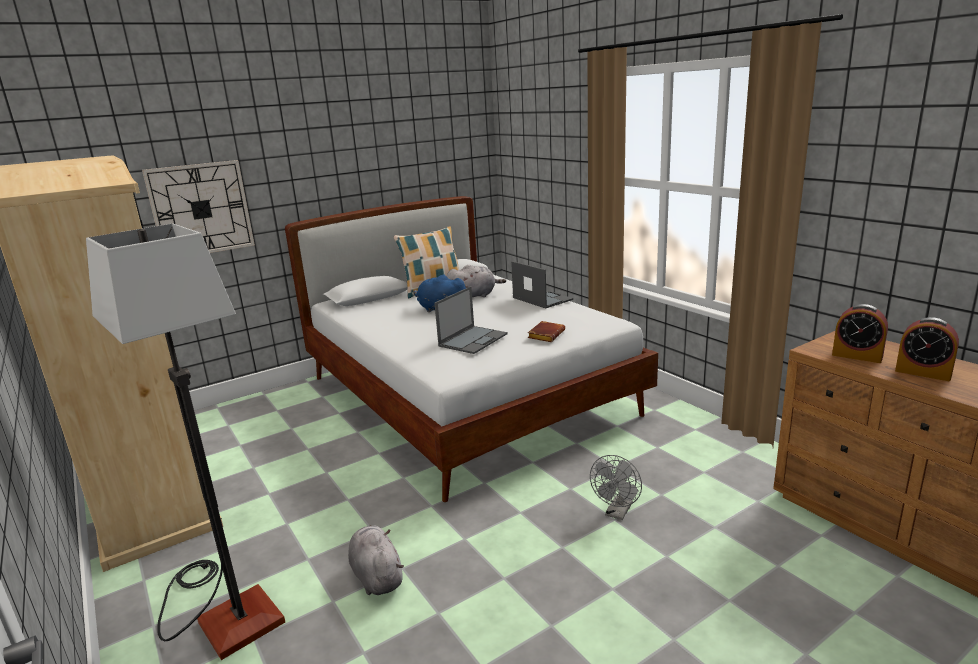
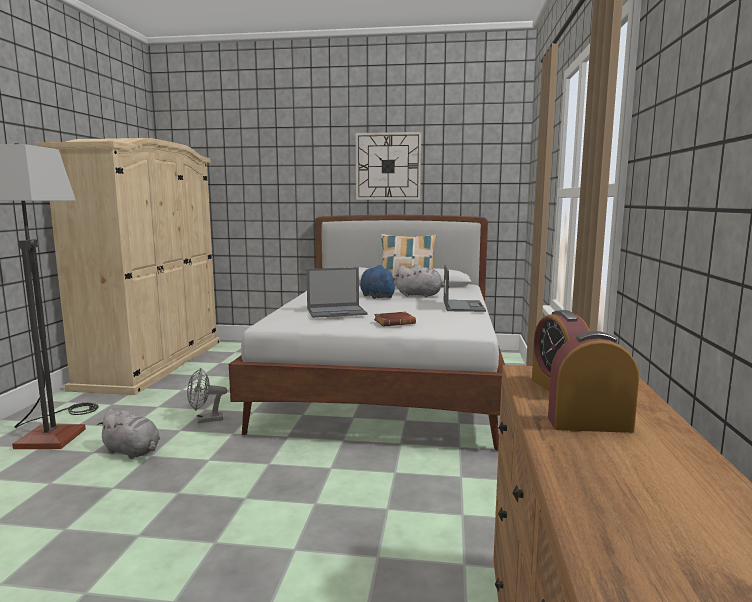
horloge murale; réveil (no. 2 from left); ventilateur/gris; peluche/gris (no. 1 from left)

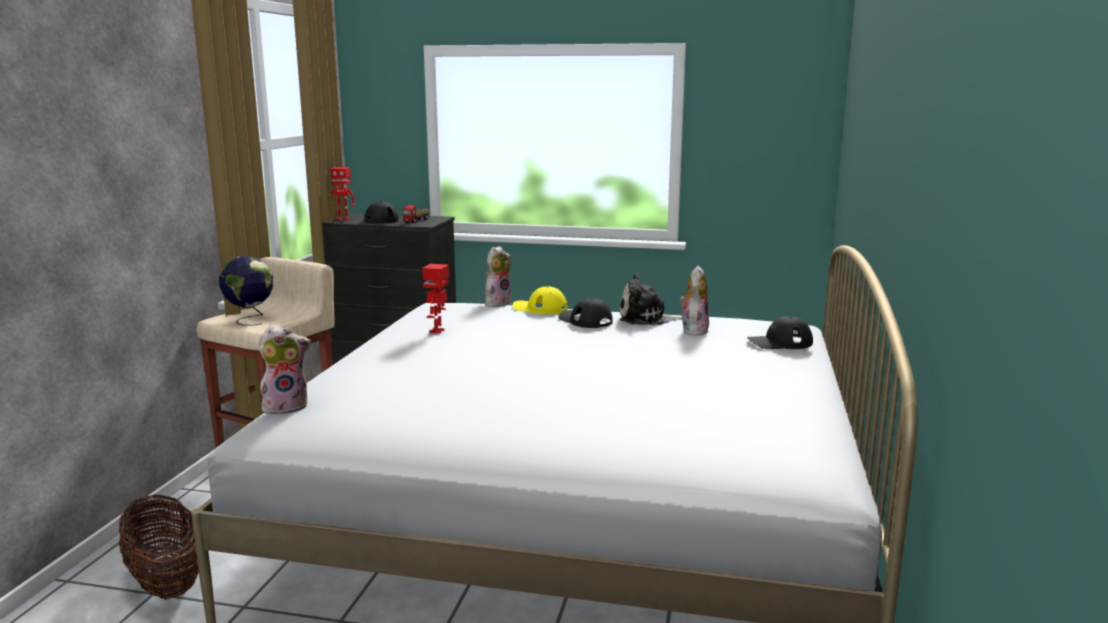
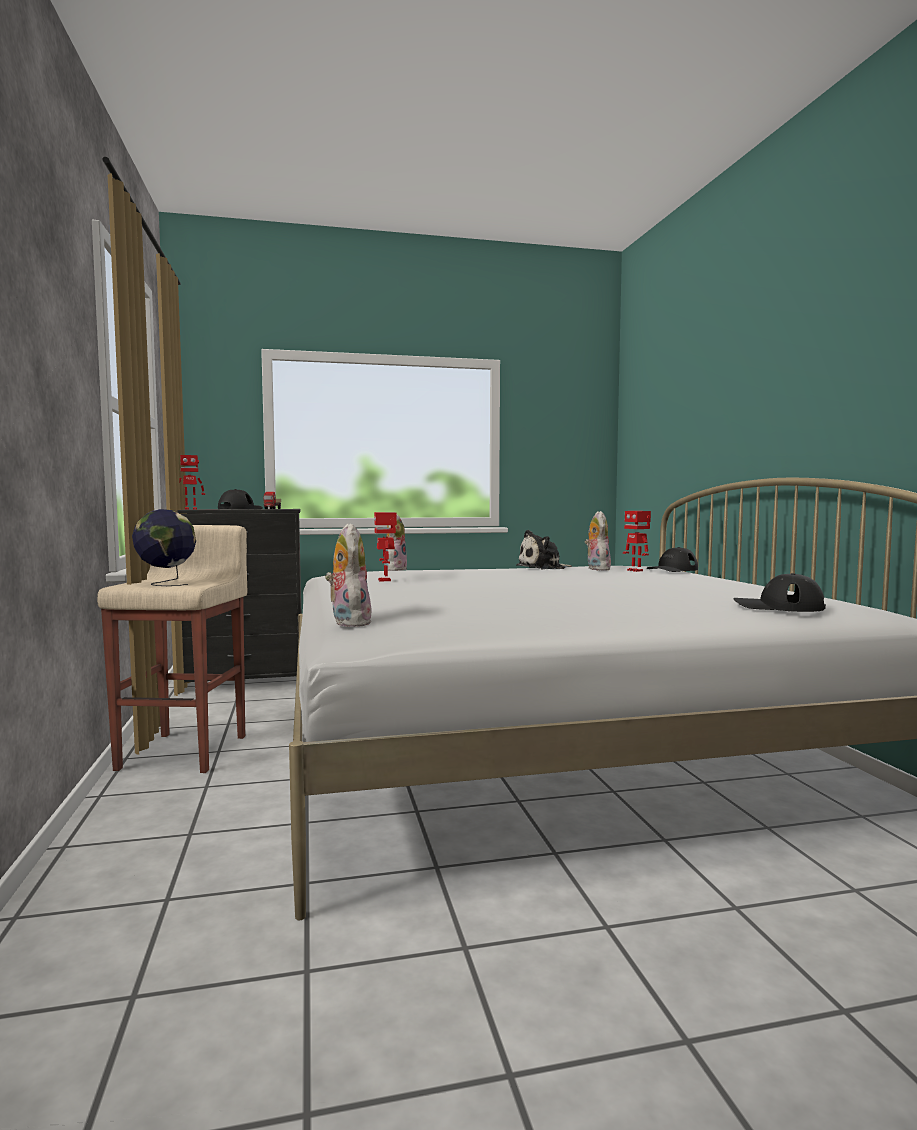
casquette/jaune; casquette/noir (no. 3 from left); peluche (no. 1 from left); panier; robot jouet (no. 3 from left)

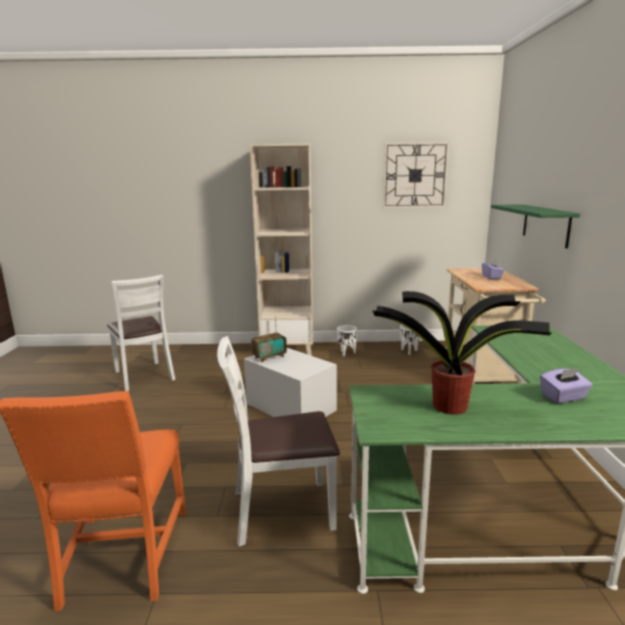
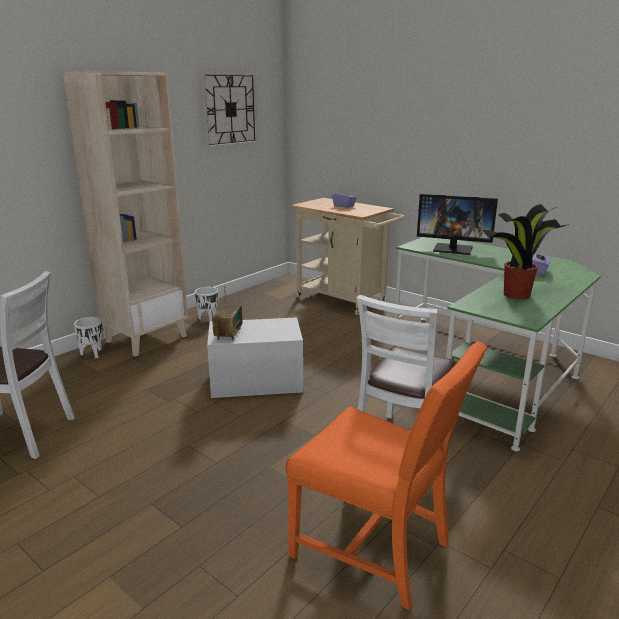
étagère/vert; cache-pot/blanc (no. 1 from left); écran d'ordinateur

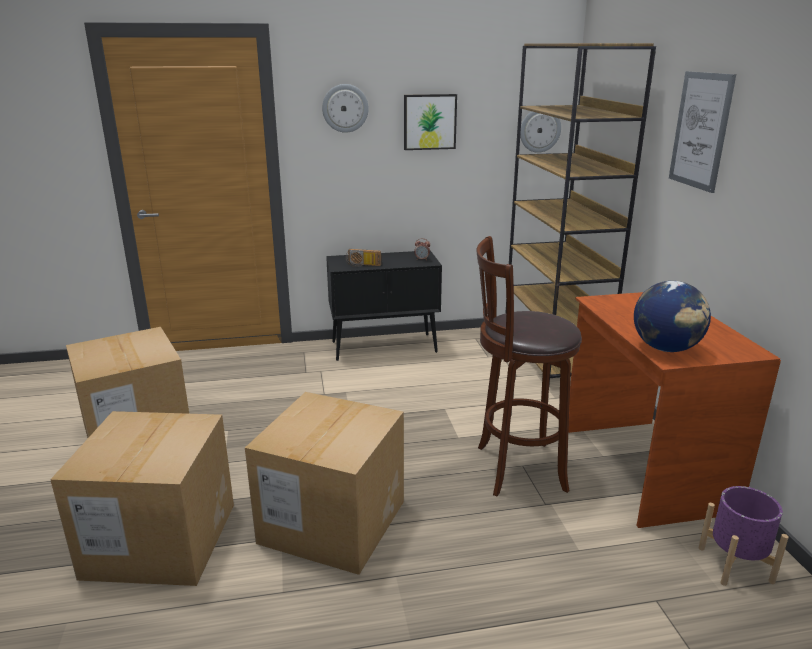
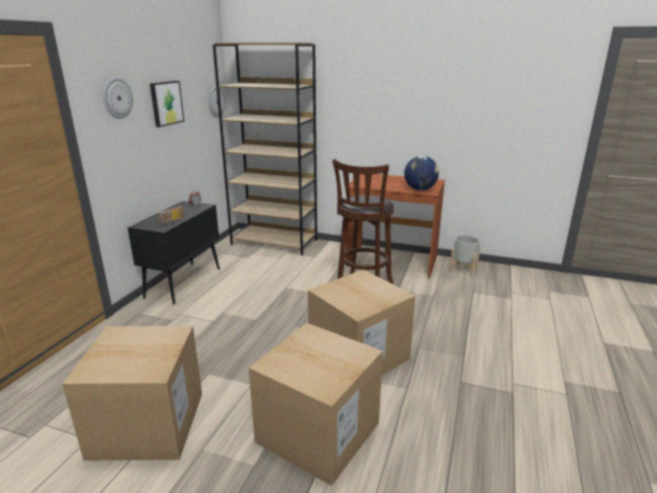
tableau (no. 2 from left in the first image); cache-pot/gris

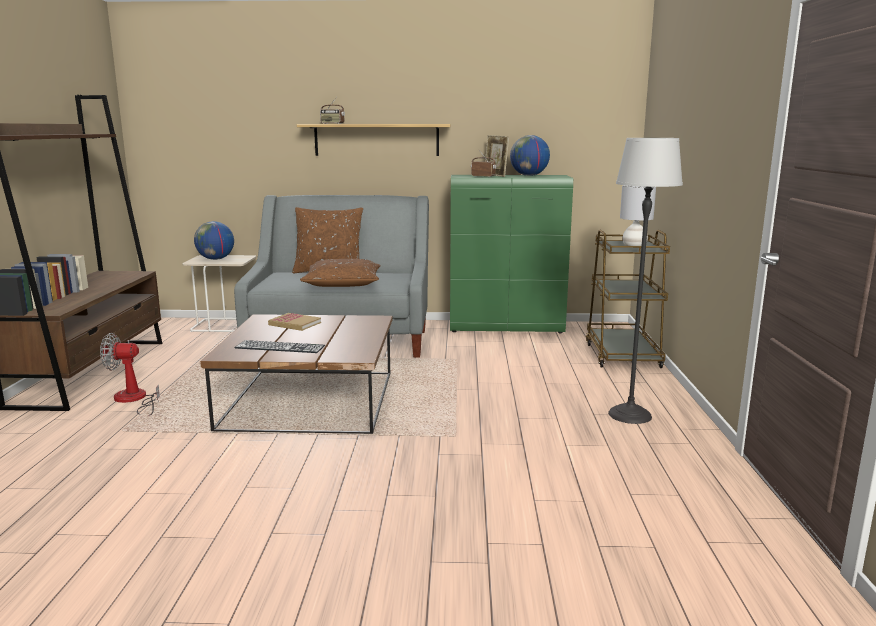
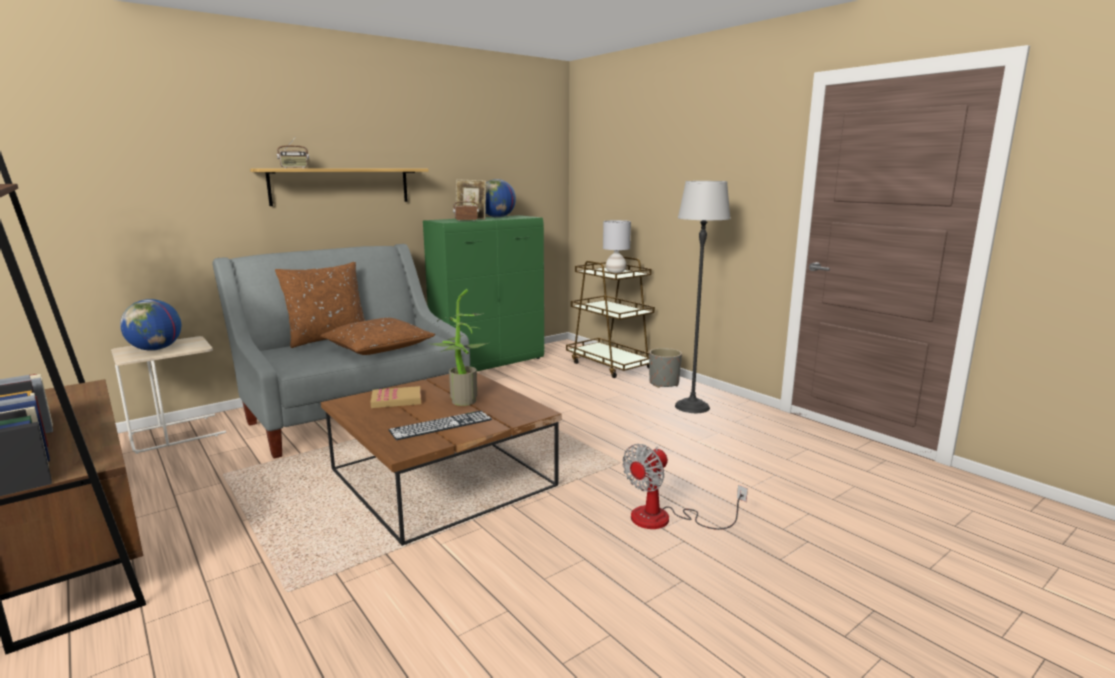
ventilateur; plante en pot; cache-pot/gris

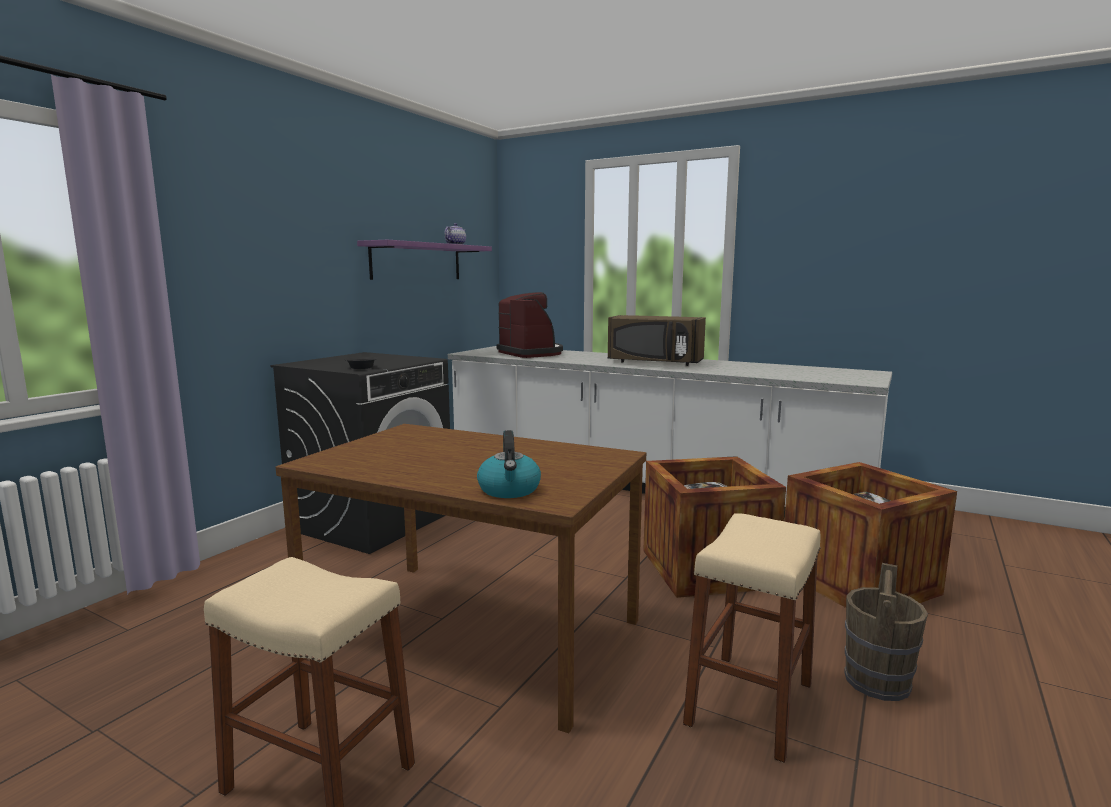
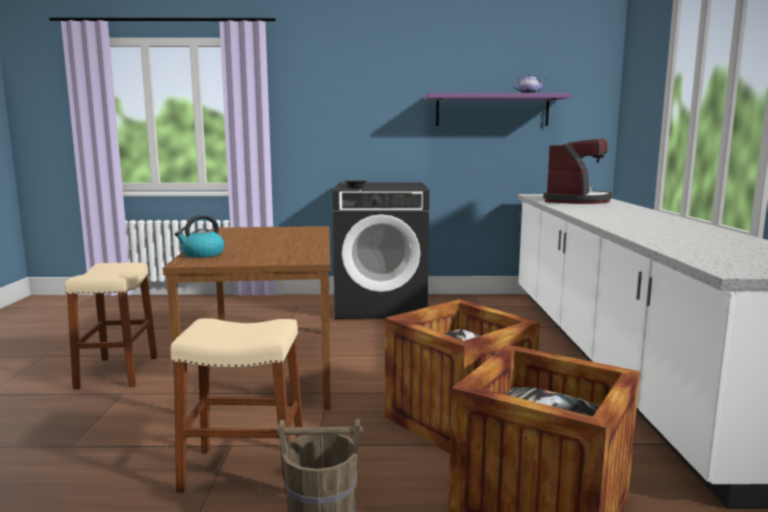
micro-ondes/marron

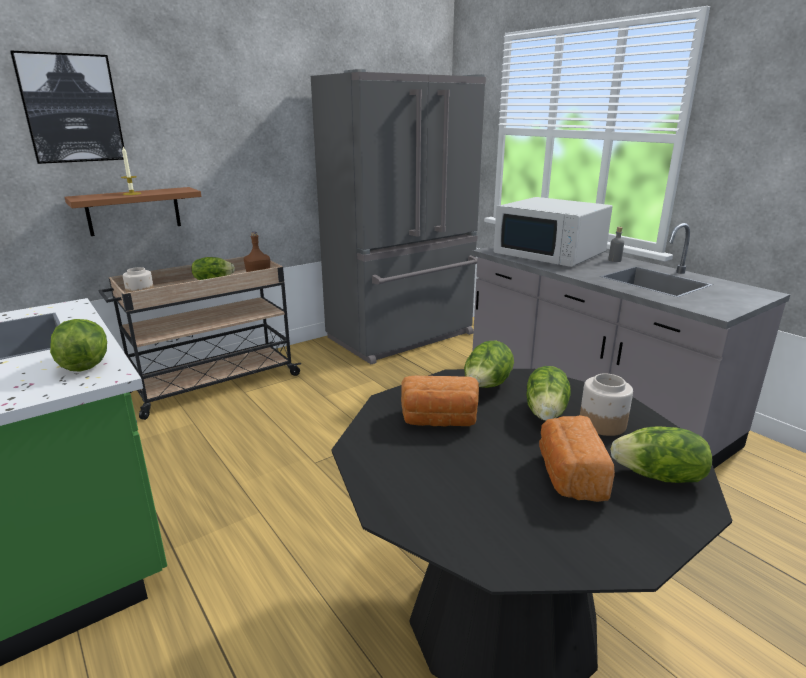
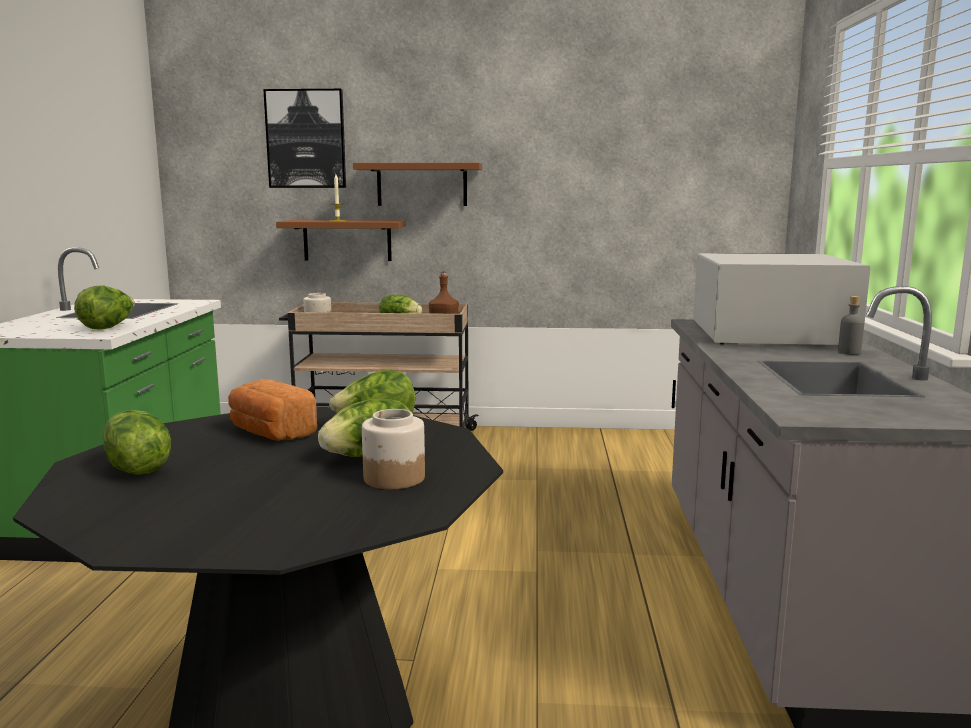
réfrigérateur/gris; micro-ondes/blanc; pain (no. 2 from left in the first image); laitue (no. 2 from left); étagère/marron (no. 2 from left)

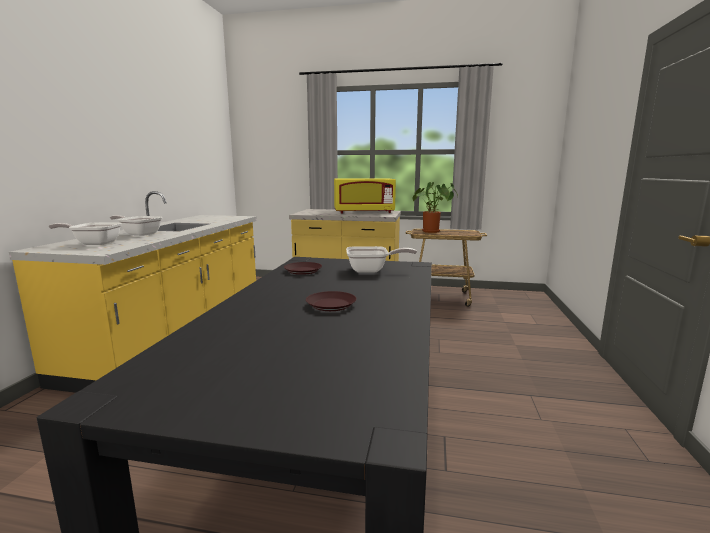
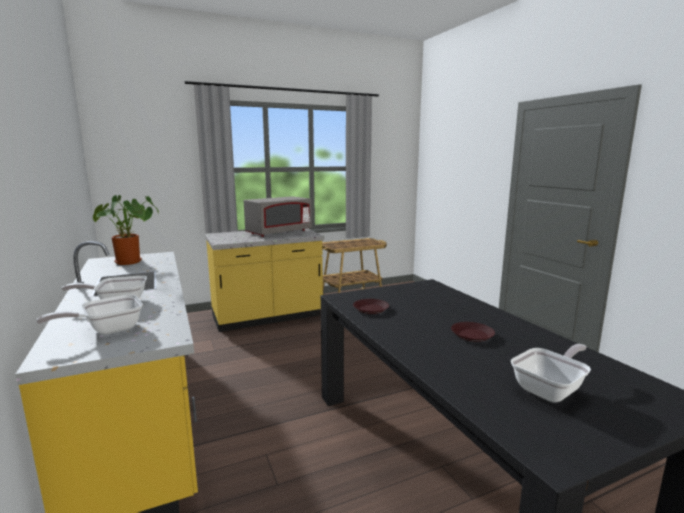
micro-ondes/gris; plante en pot; poêle (no. 3 from left)

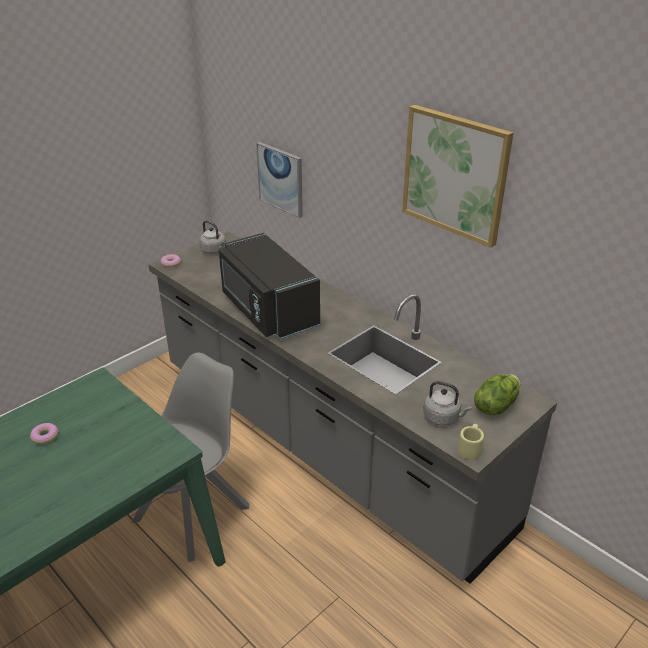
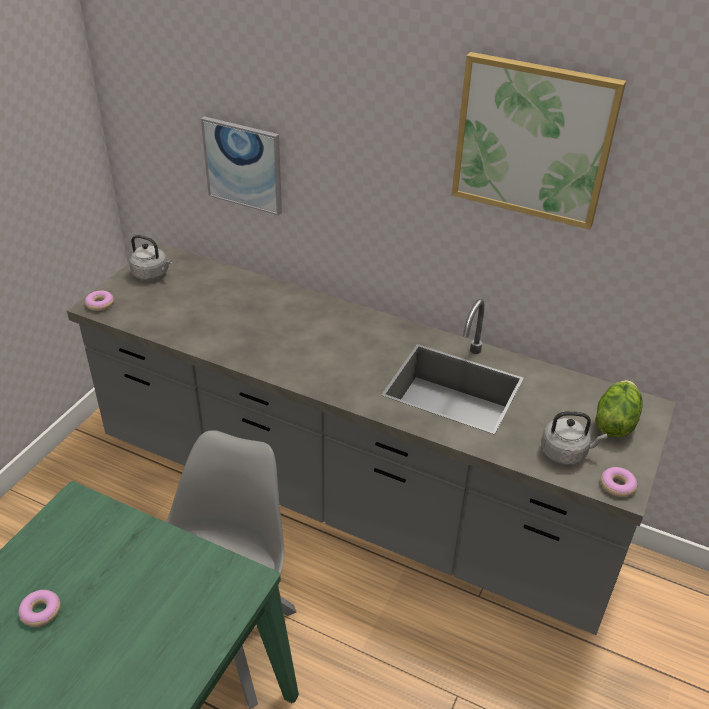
micro-ondes/noir; beignet (no. 3 from left)

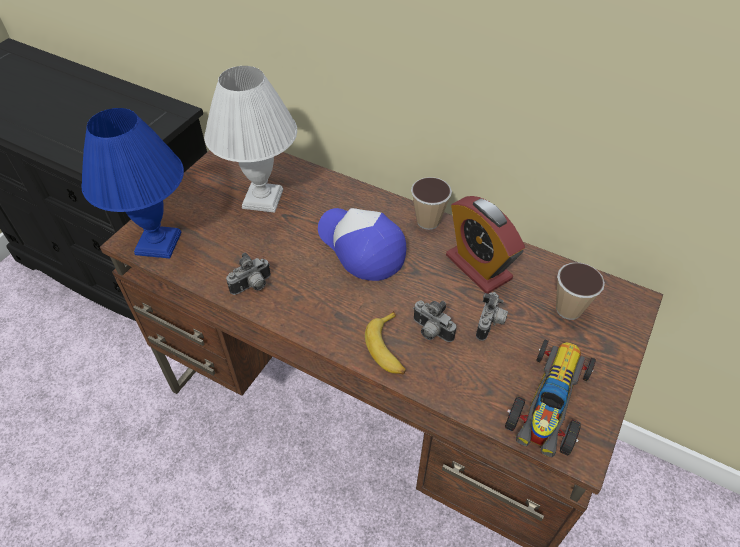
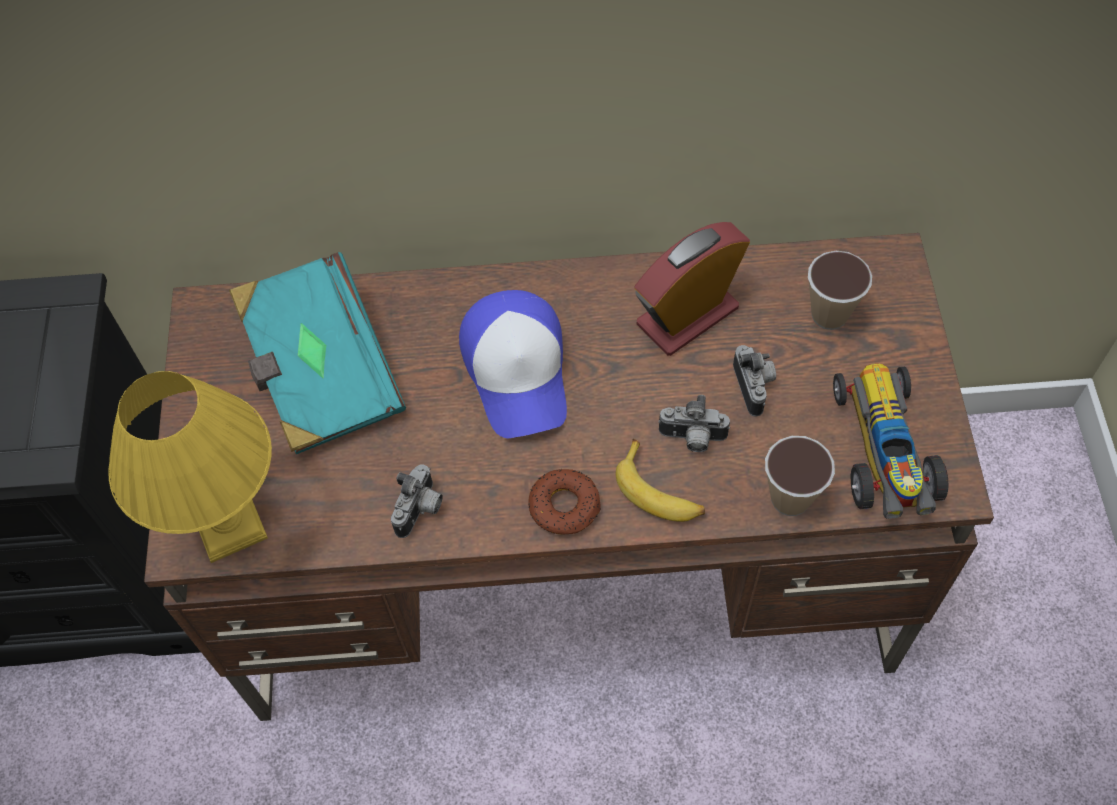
livre/turquoise; lampe de table/jaune; tasse (no. 1 from left); réveil; casquette; beignet

